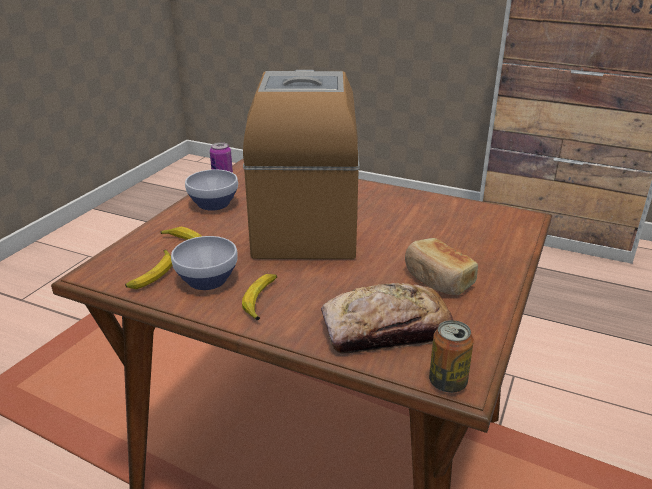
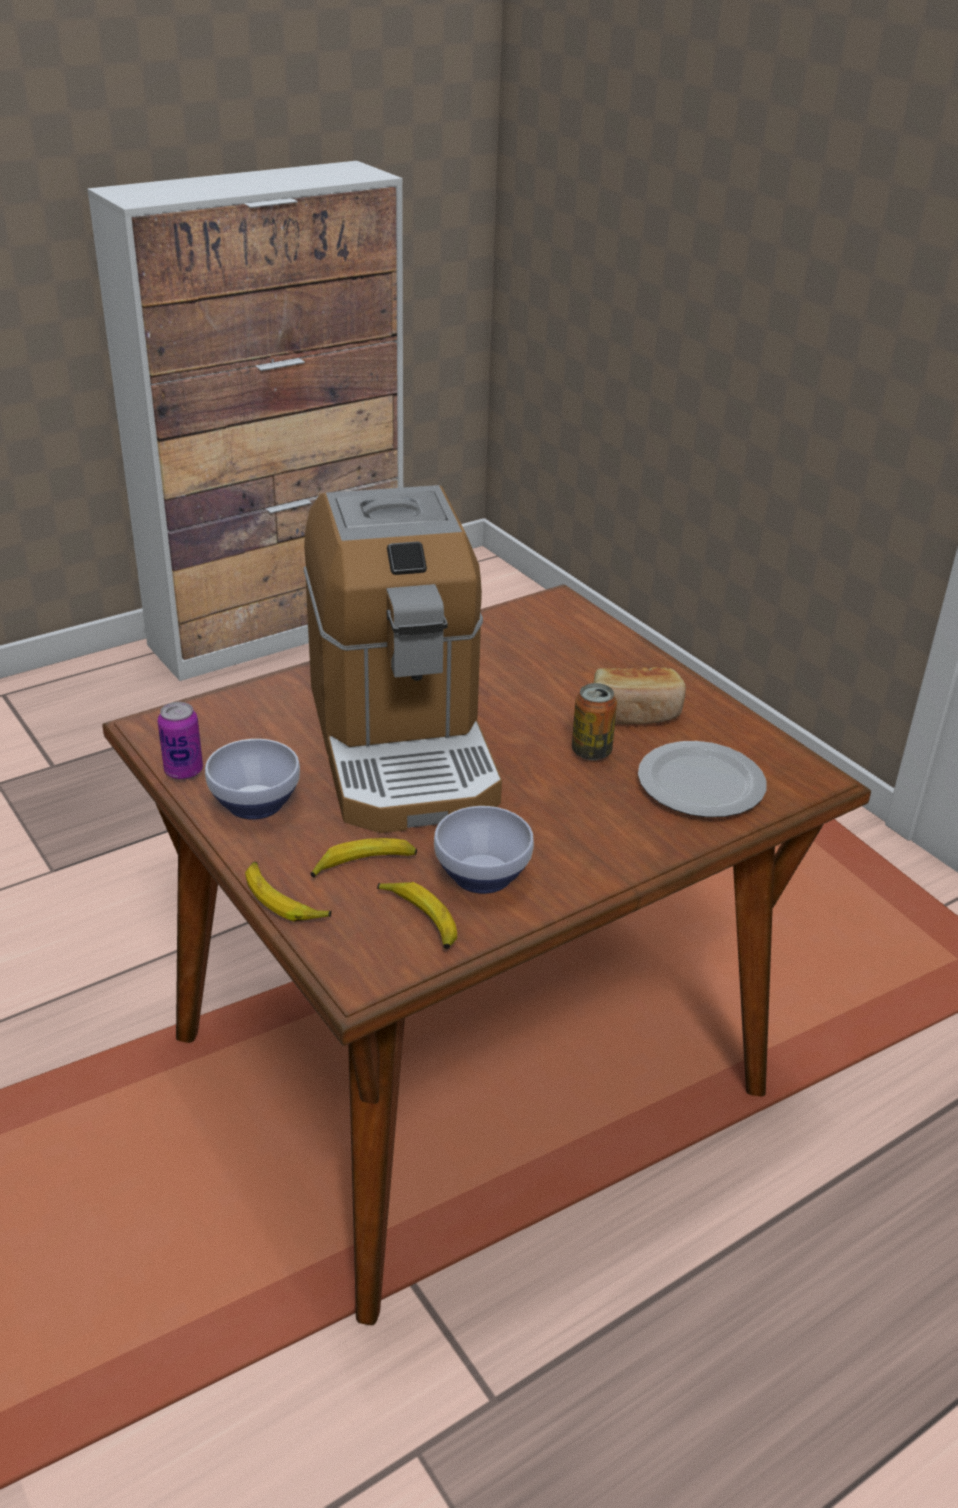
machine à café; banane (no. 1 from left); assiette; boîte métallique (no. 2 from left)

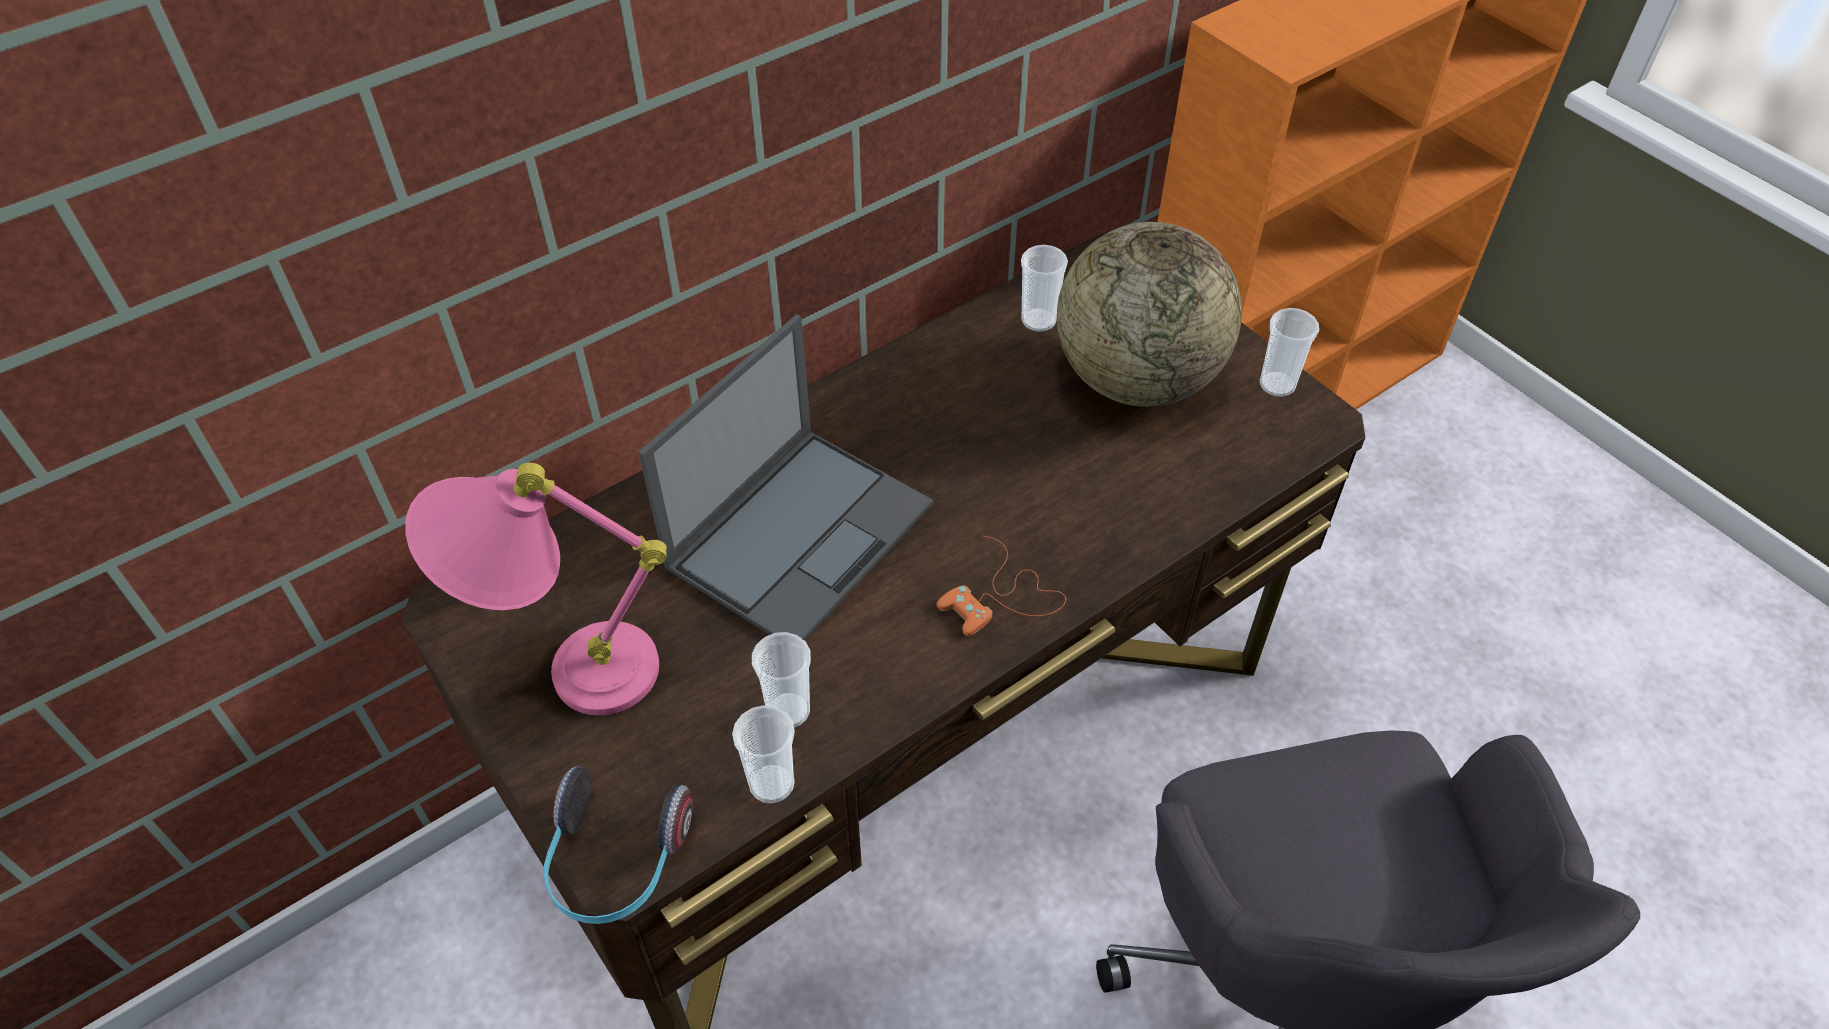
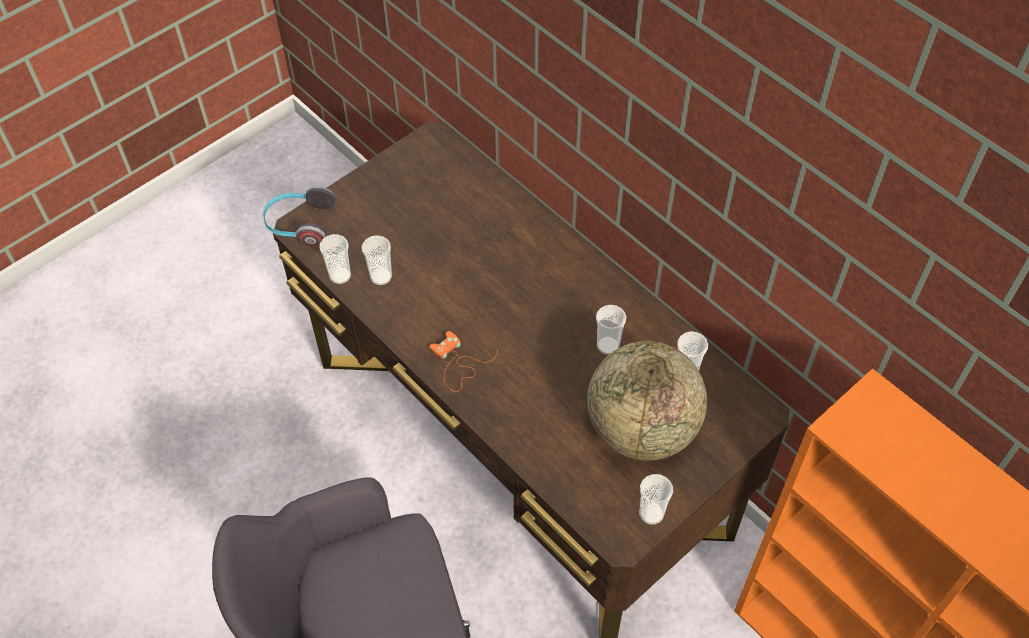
ordinateur portable; lampe de table/rose; tasse (no. 3 from left)

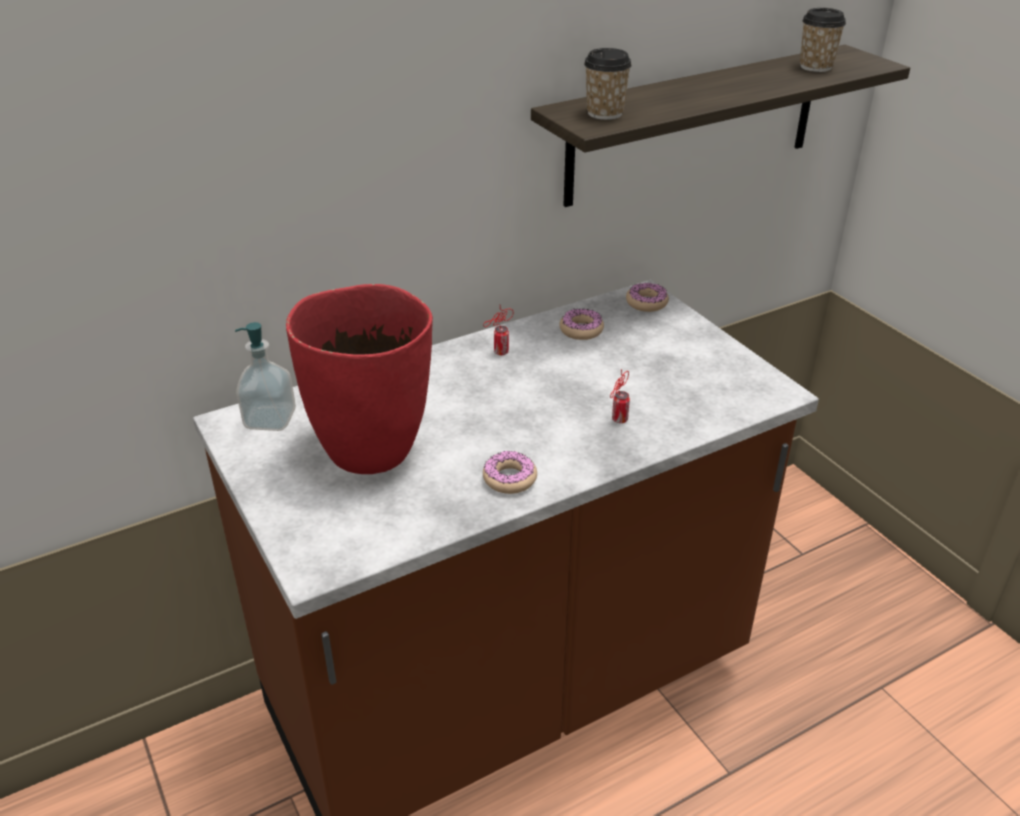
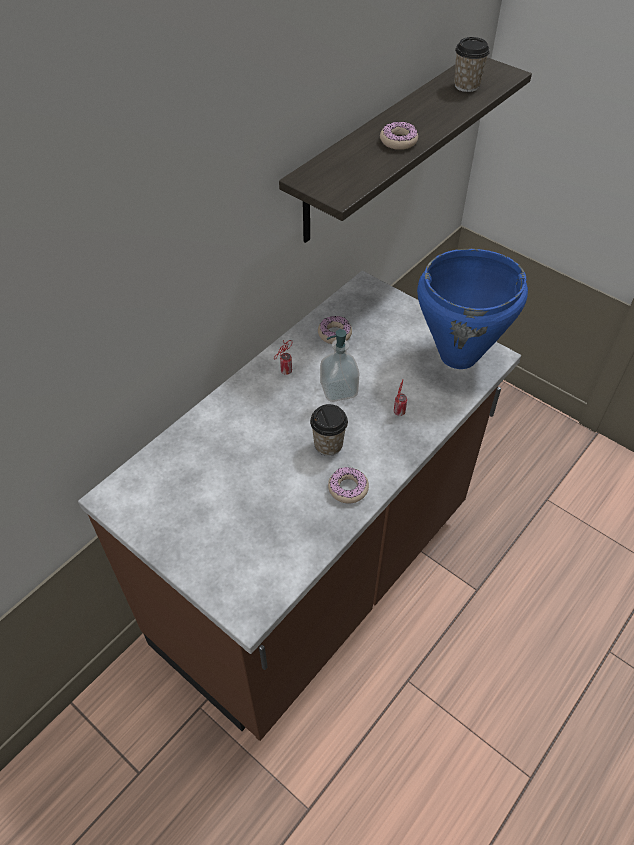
tasse (no. 1 from left); beignet (no. 3 from left); vase/rouge; distributeur de savon; marmite/bleu

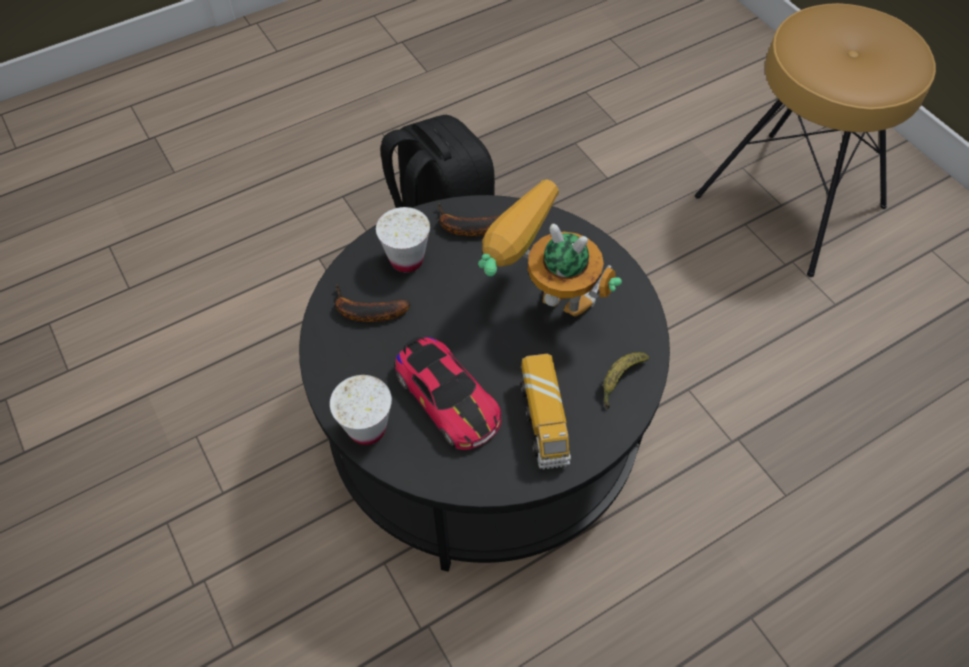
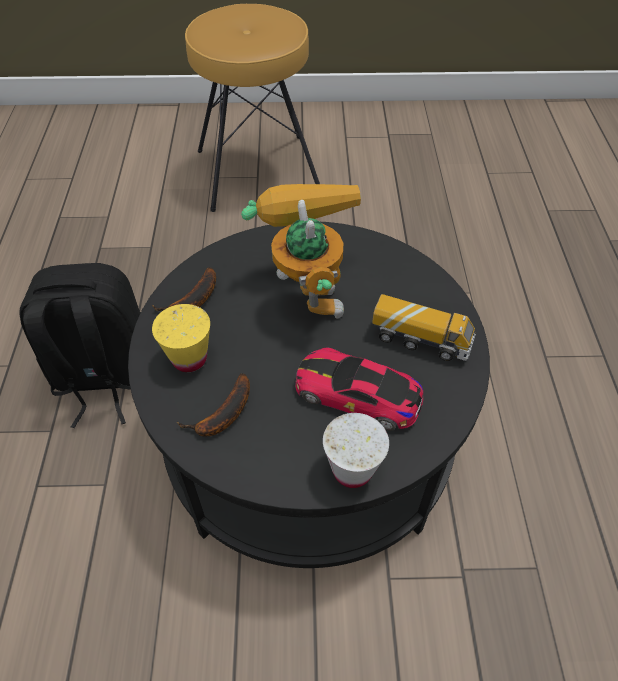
robot jouet; tasse/jaune; petite voiture; banane (no. 3 from left in the first image)

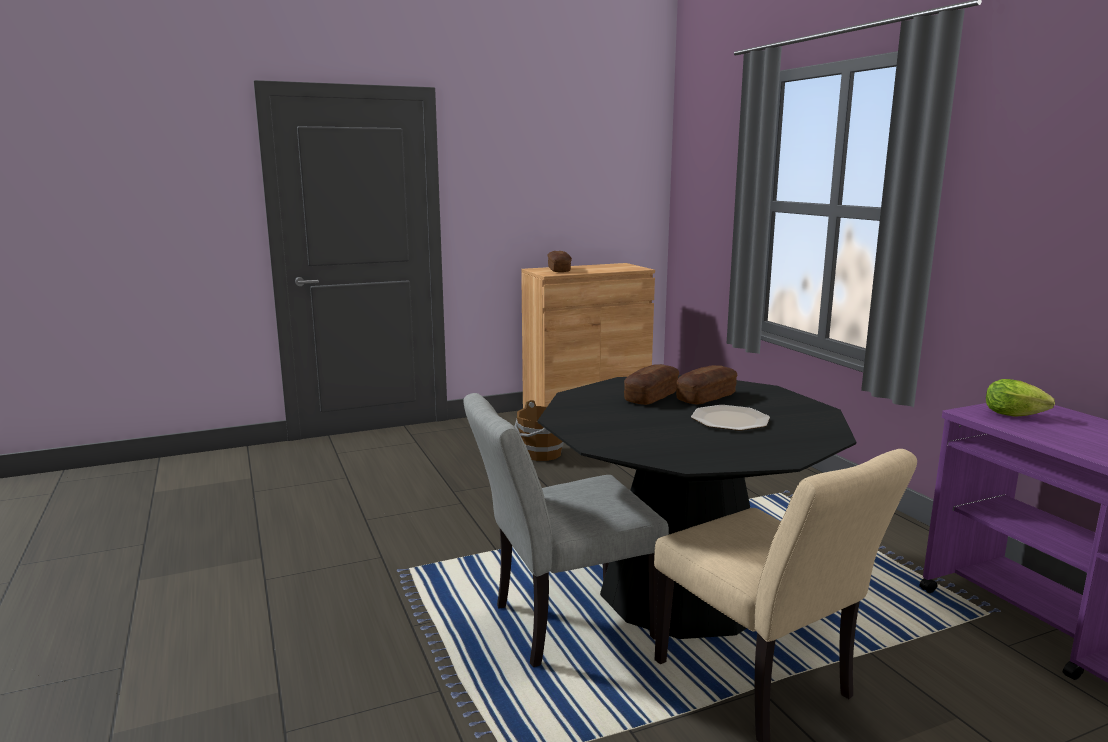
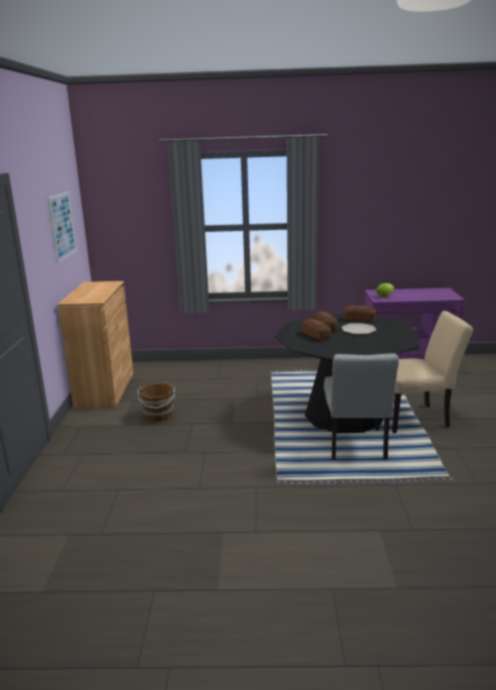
pain (no. 3 from left); tableau

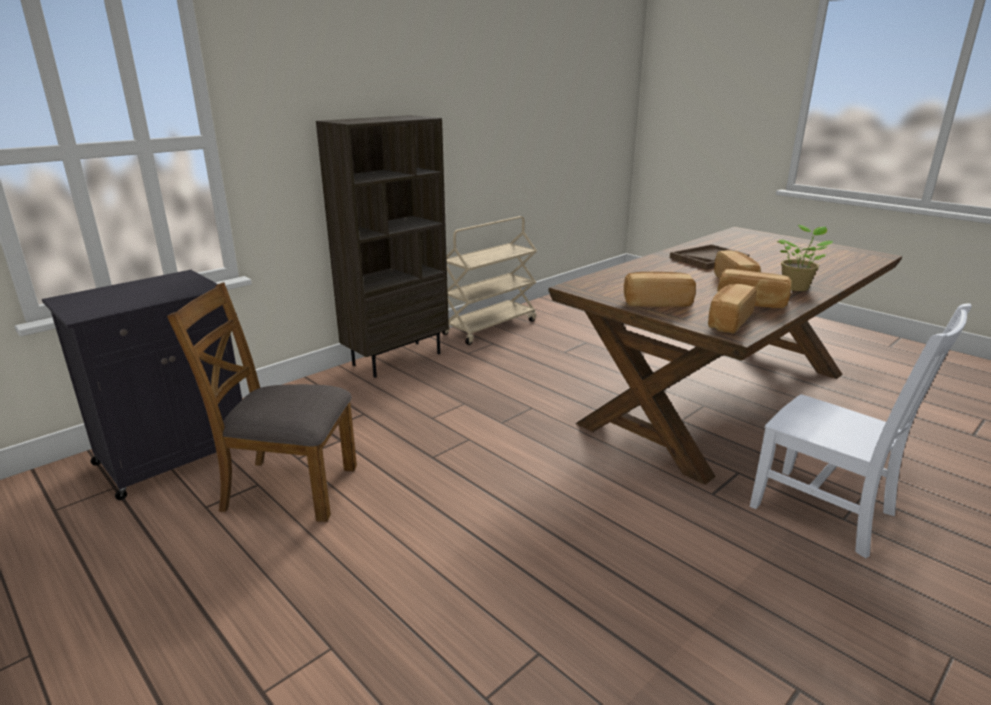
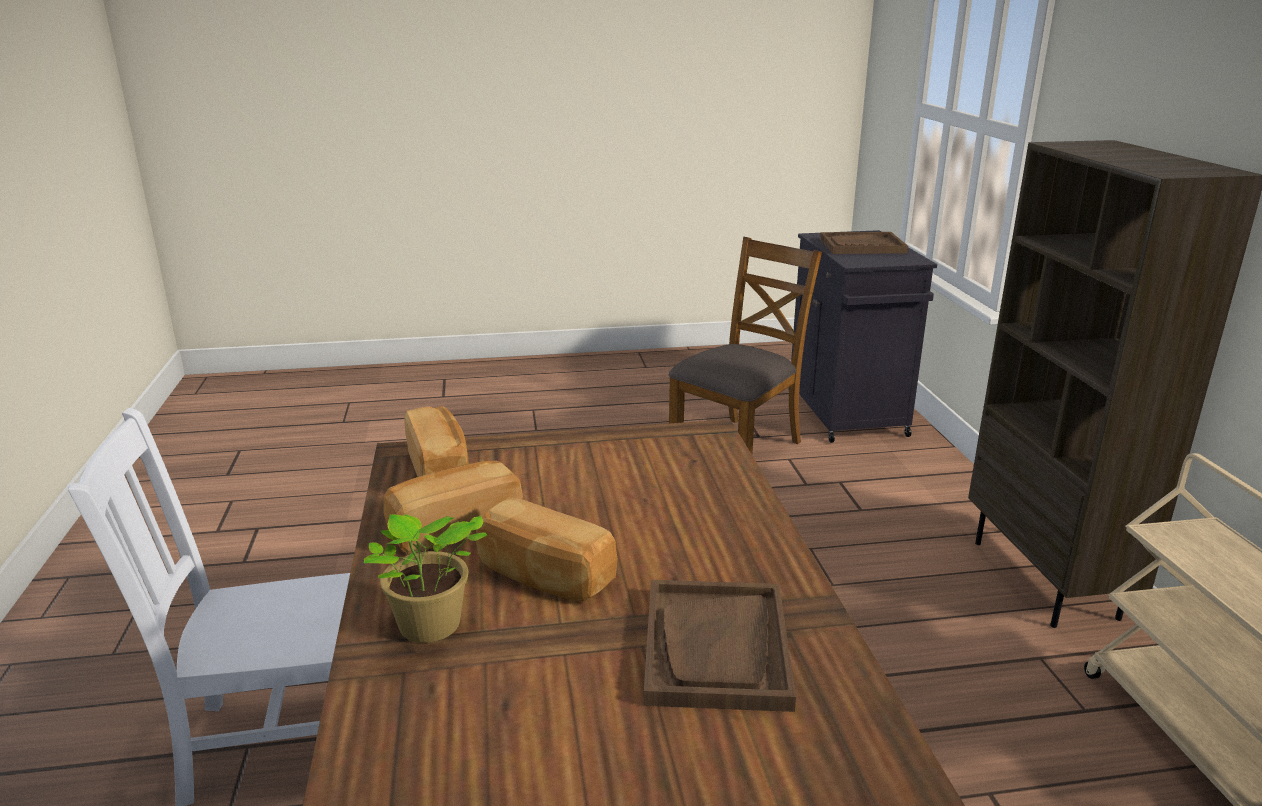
pain (no. 1 from left in the first image); plateau/marron (no. 2 from left)

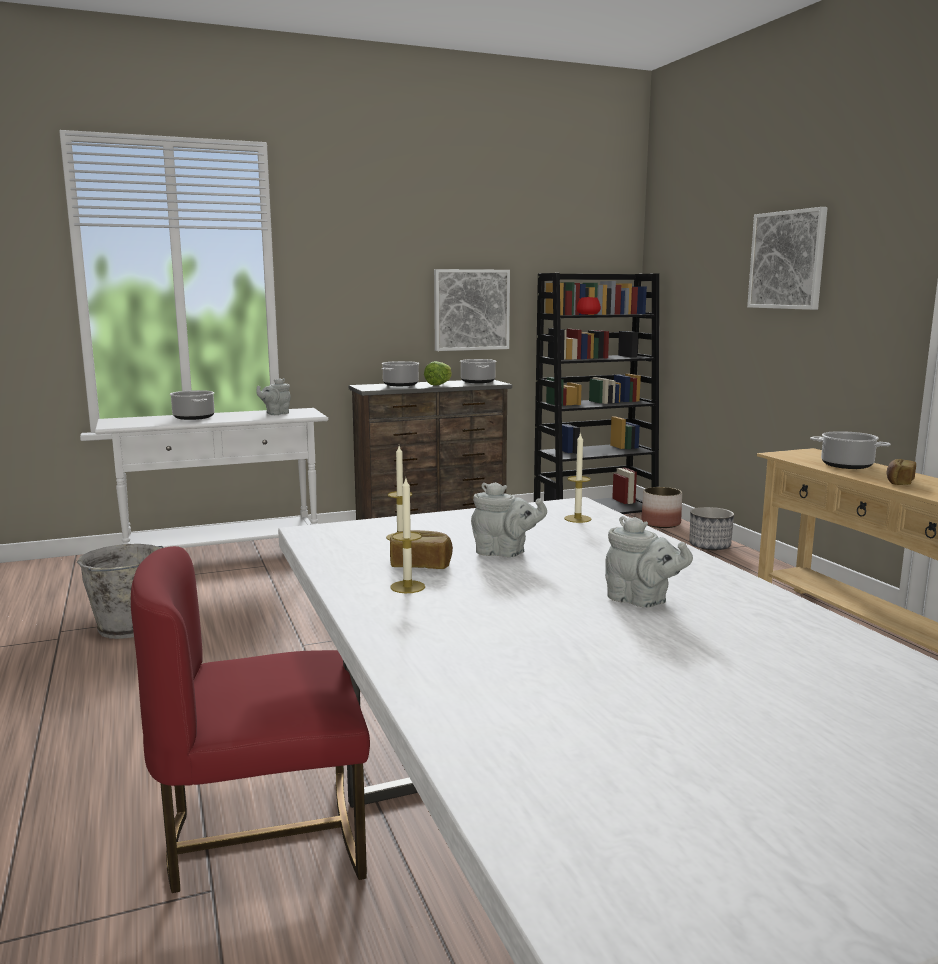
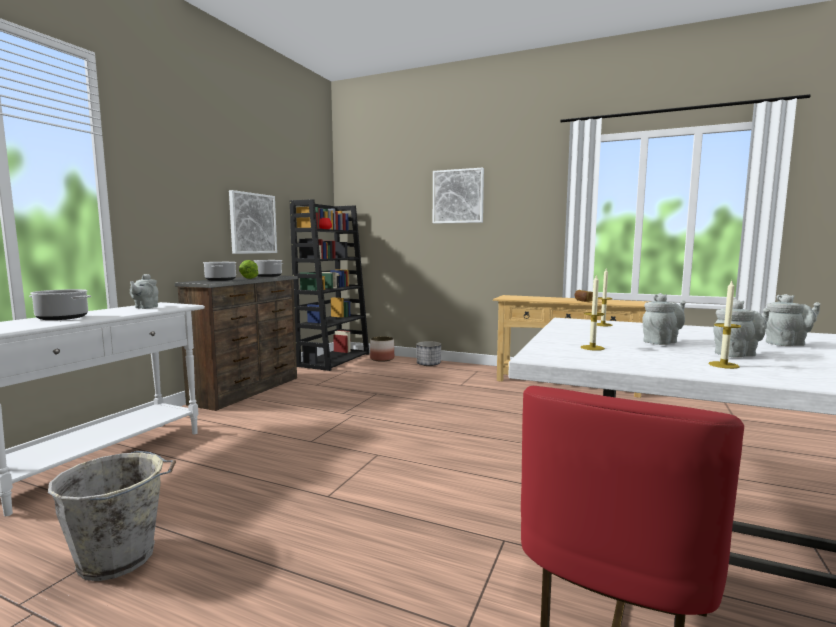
marmite (no. 4 from left in the first image); pain (no. 1 from left in the first image); théière/gris (no. 3 from left)

